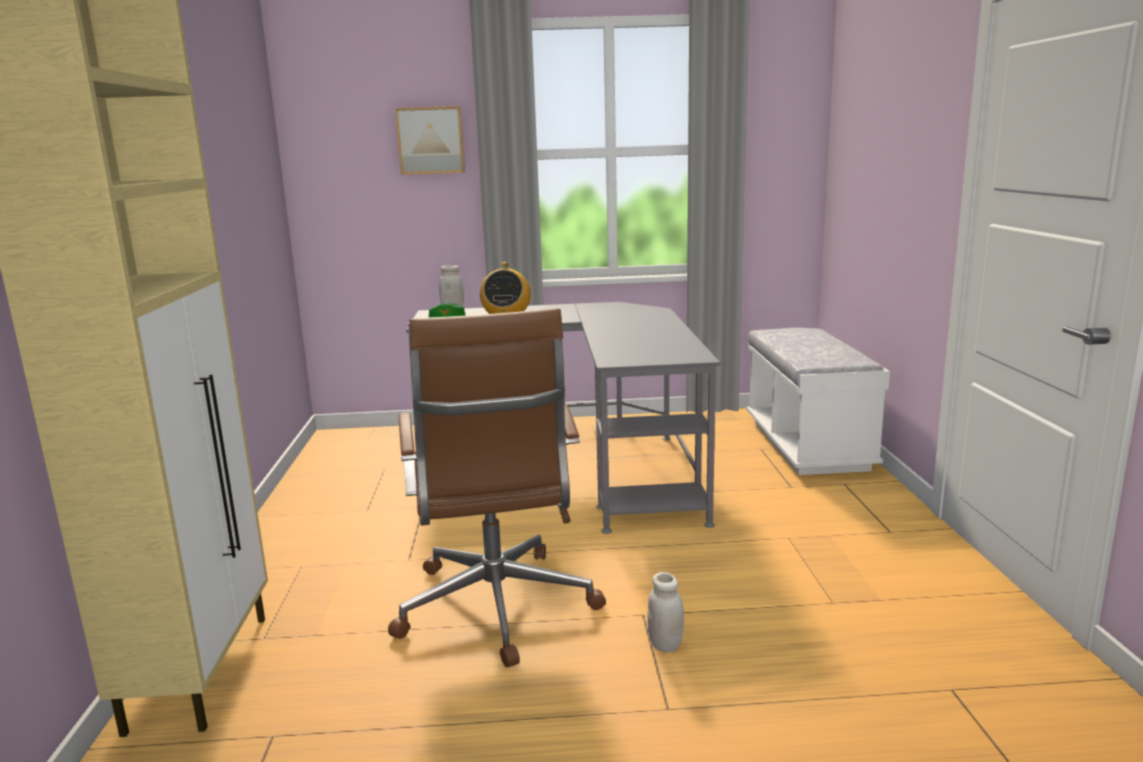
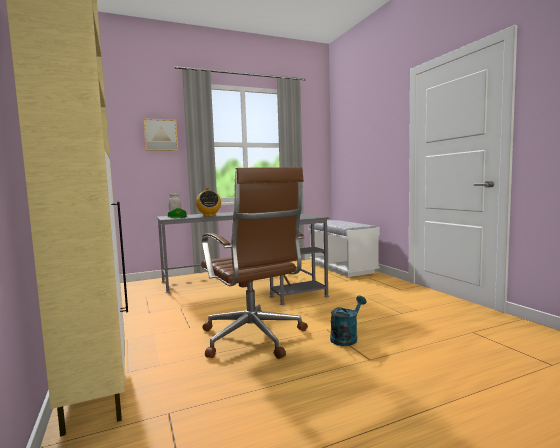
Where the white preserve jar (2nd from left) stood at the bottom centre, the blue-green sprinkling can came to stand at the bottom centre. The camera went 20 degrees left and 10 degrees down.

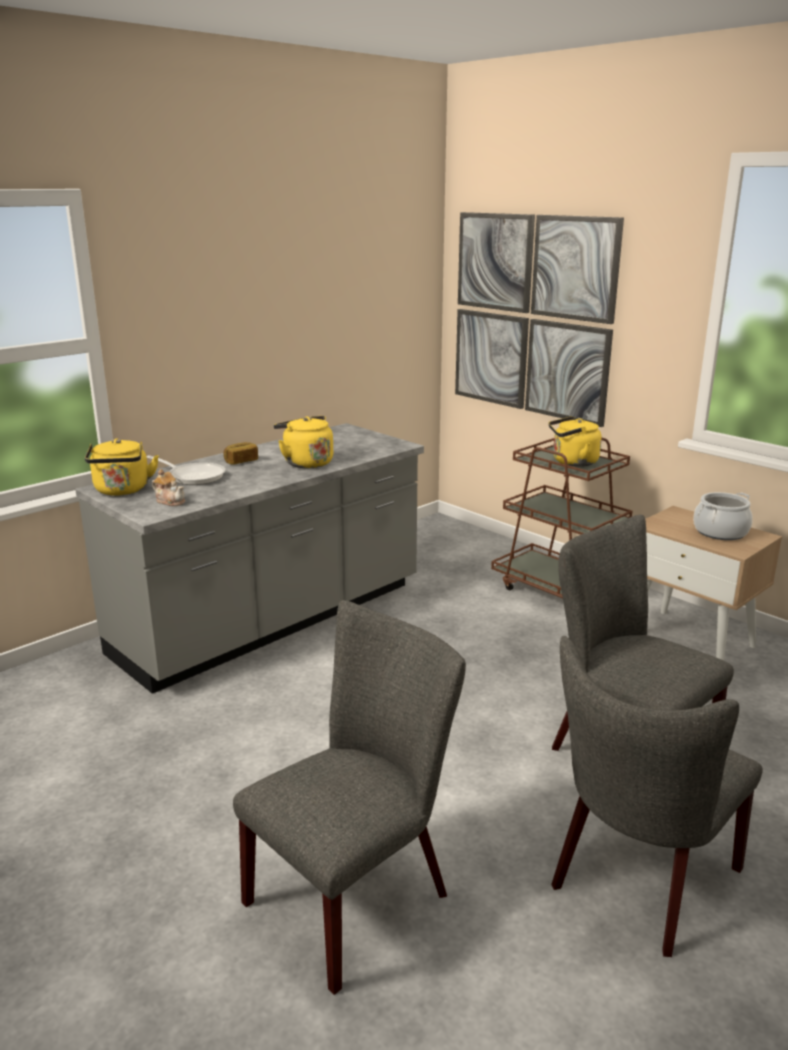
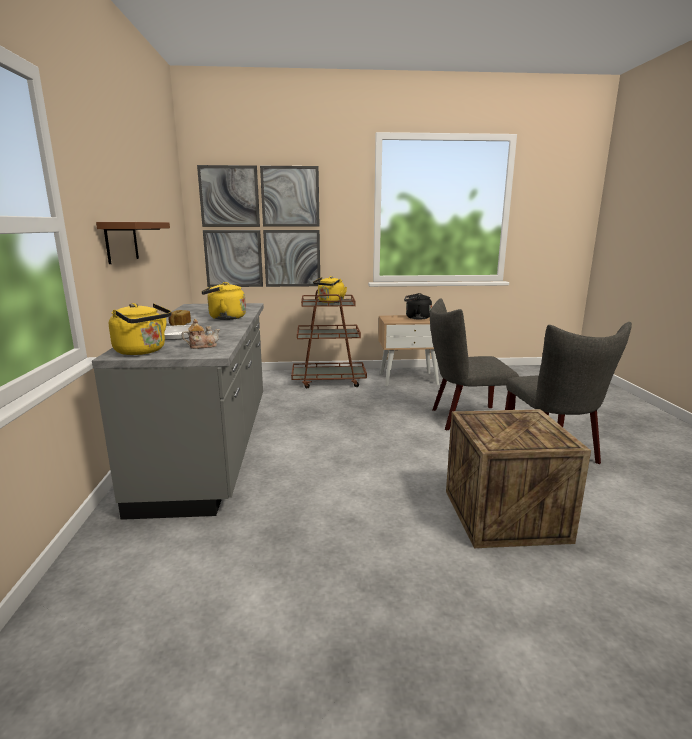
The second view gained the brown-coloured shelf at the top left. Where the greyish chair (1st from left) stood at the bottom centre, the packing crate came to stand at the middle right. Where the saucepot stood at the middle right, the blackish water kettle came to stand at the centre. The camera went 50 degrees left and 5 degrees down.

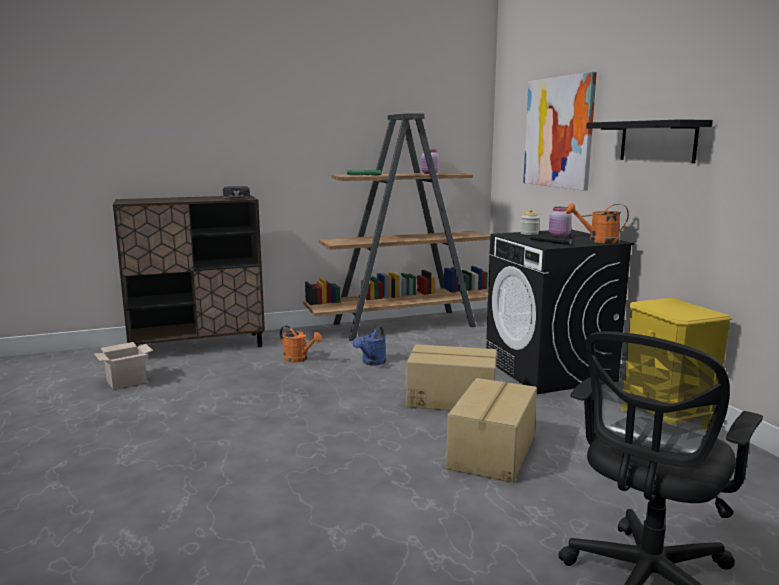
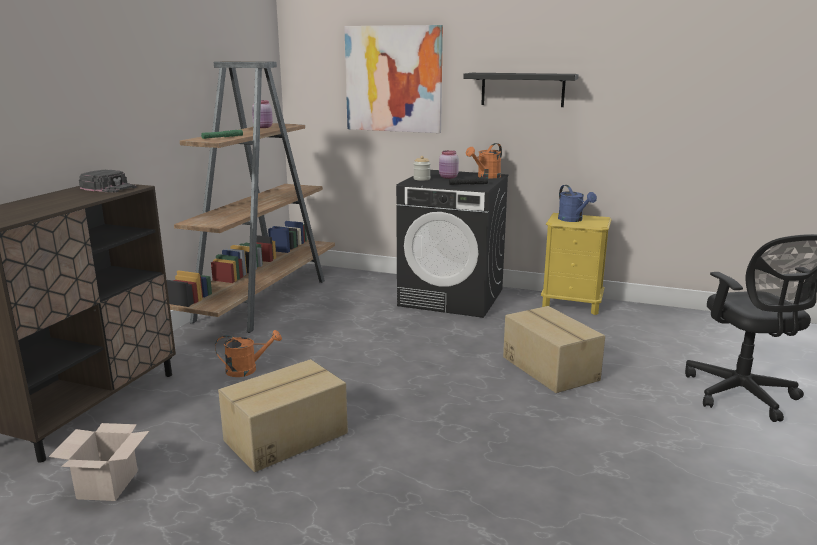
The blue sprinkling can ended up elsewhere, having gone from the centre to the middle right. The cardboard box (2nd from left) ended up elsewhere, having gone from the centre to the bottom centre. The camera went 50 degrees left and 5 degrees up.

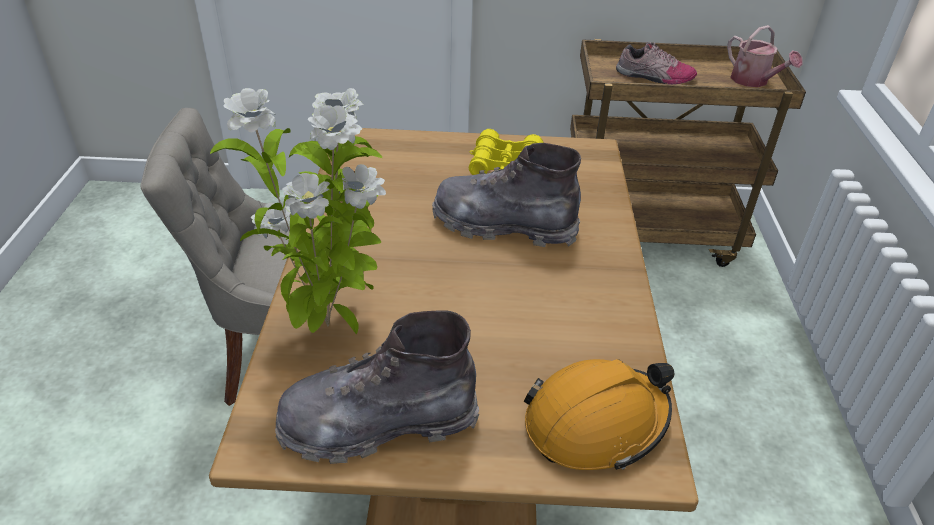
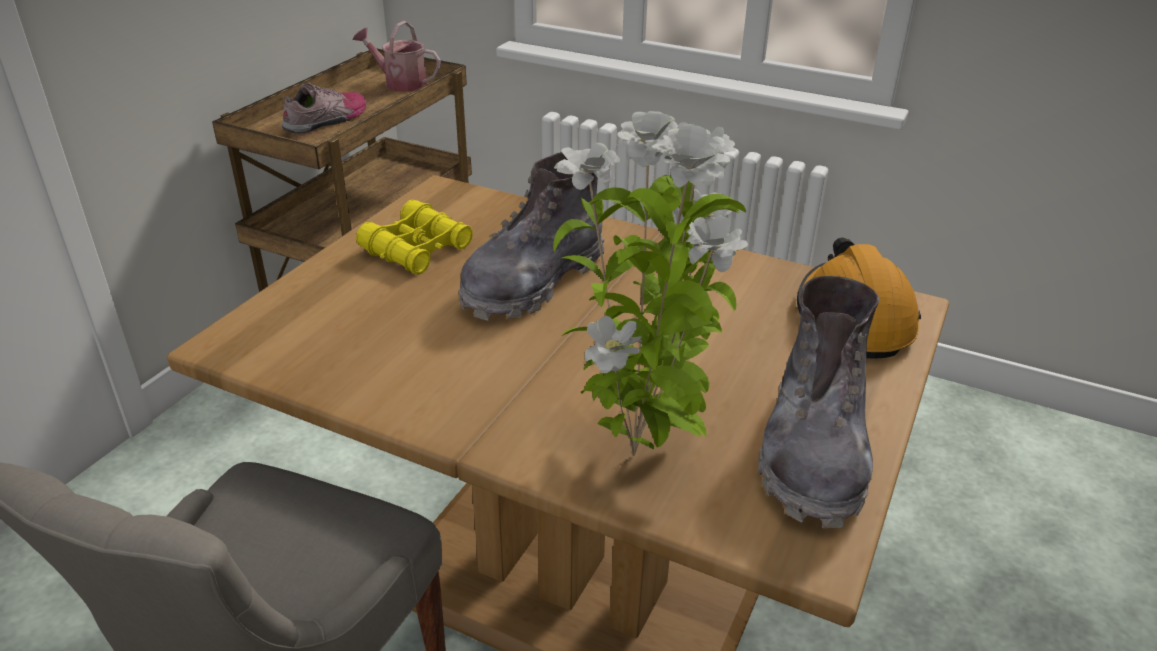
The sprinkling can at the top right ended up facing another way, 150 degrees counterclockwise from before. The camera went 65 degrees left and 5 degrees down.

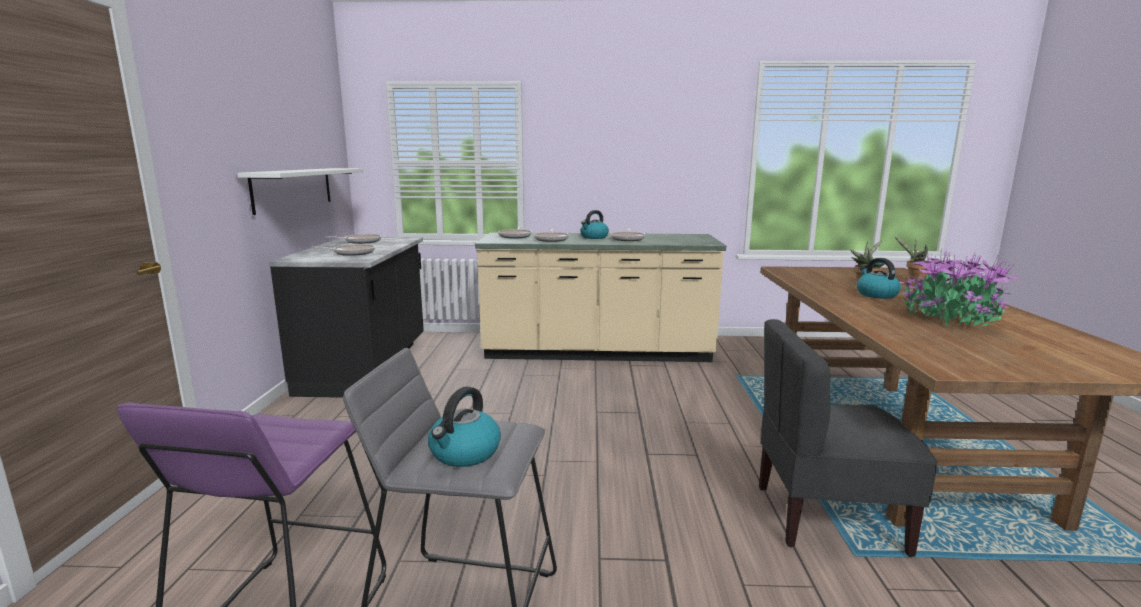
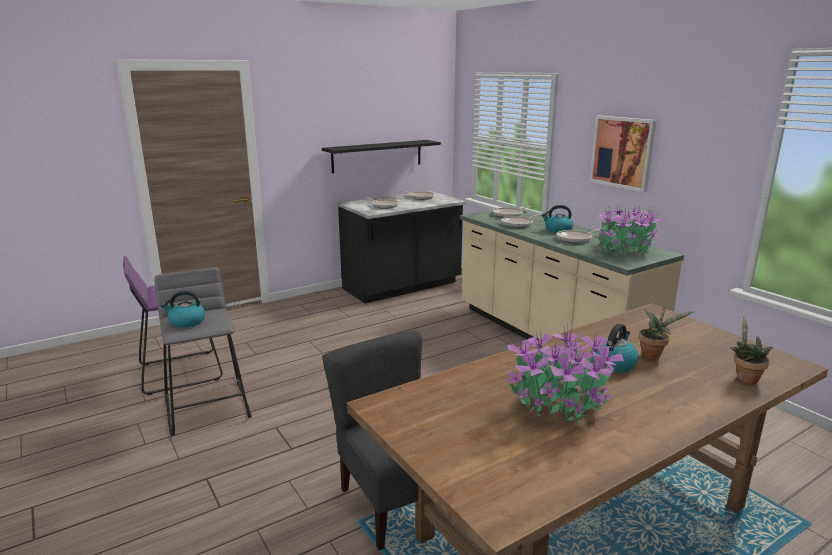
The second view gained the picture at the top right. The second view gained the plant in a pot (2nd from left) at the middle right. What was the white shelf at the top left turned into the blackish shelf at the top centre. The camera went 55 degrees right and 5 degrees up.

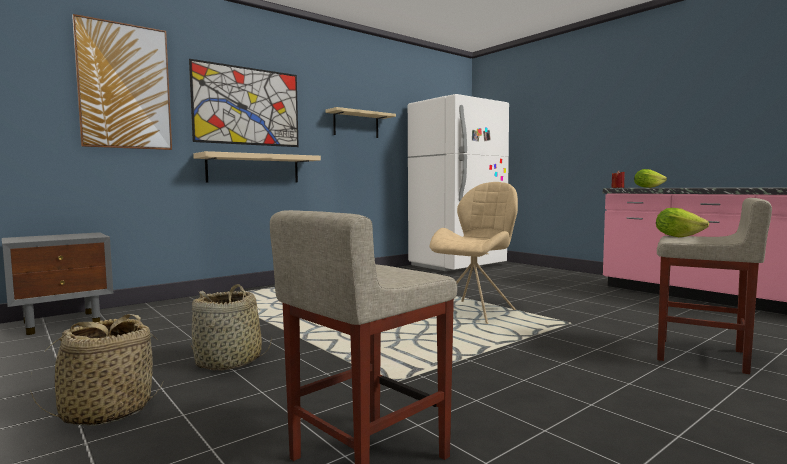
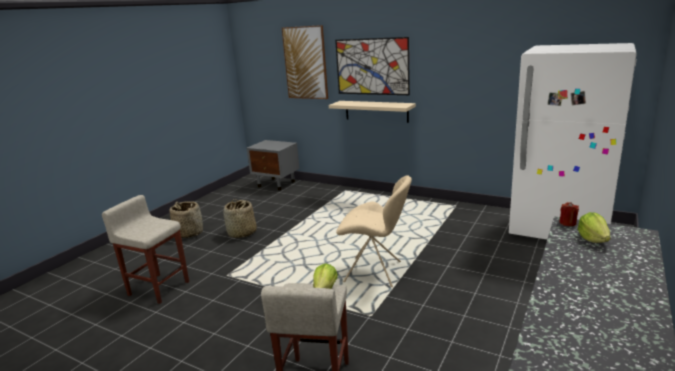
The second view lost the sand-coloured shelf (2nd from left) at the top centre. The camera went 70 degrees right and 15 degrees up.

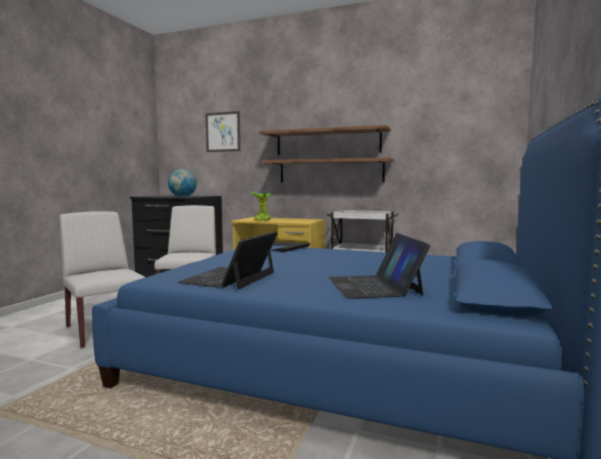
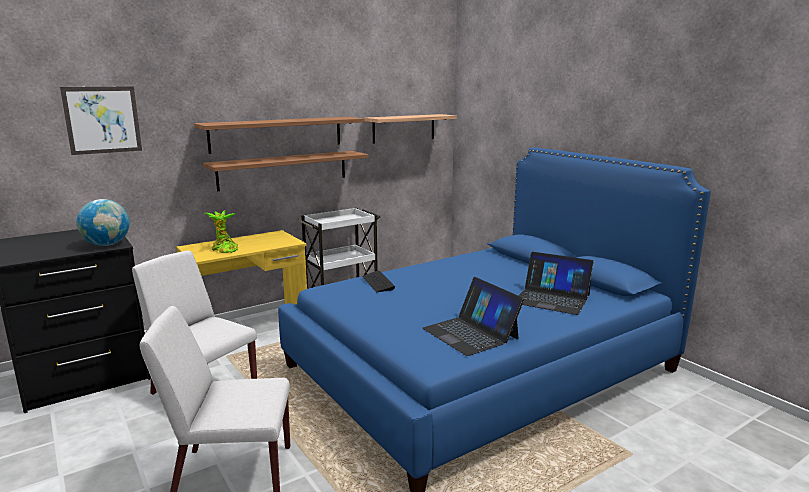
The second view gained the shelf (3rd from left) at the top centre. The camera went 55 degrees left and 10 degrees up.

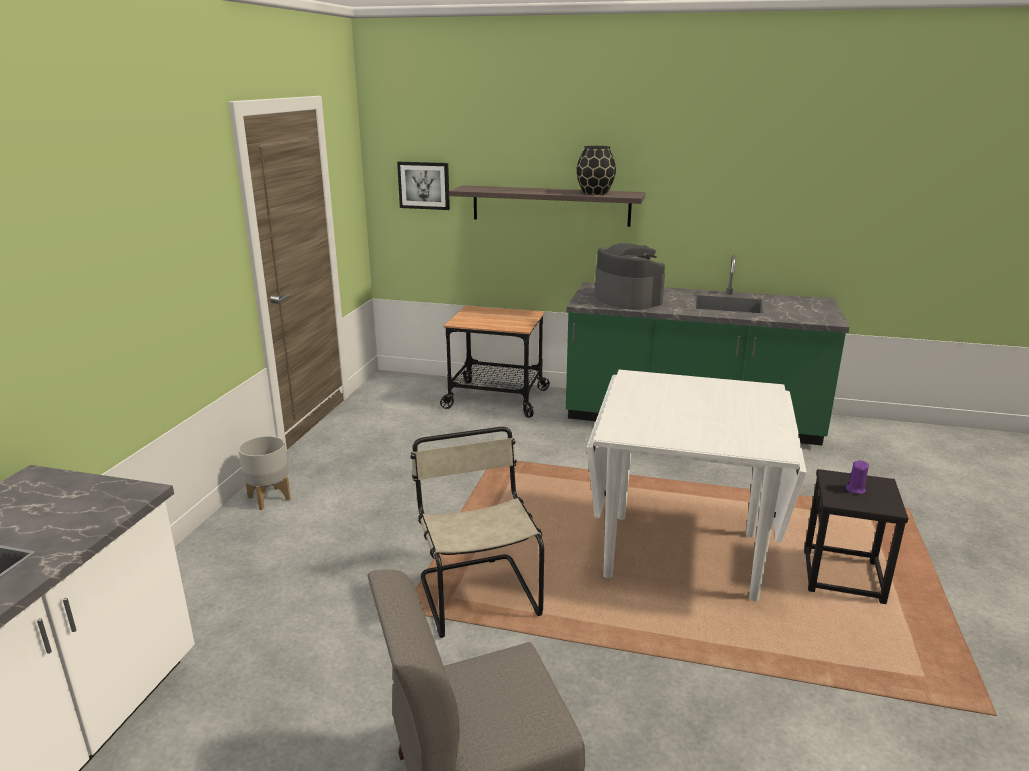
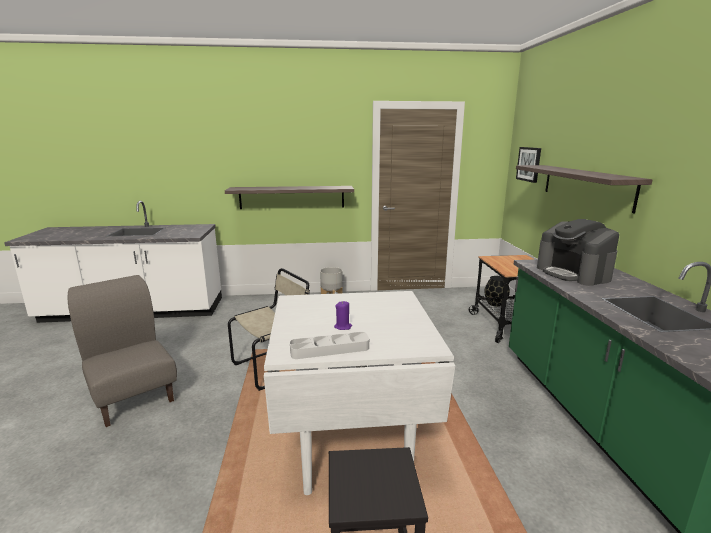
The second view gained the shelf (1st from left) at the centre. The second view gained the greyish tray at the centre. The blackish decorative vase ended up elsewhere, having gone from the top centre to the middle right. The purple-coloured wax candle ended up elsewhere, having gone from the middle right to the centre. The coffee machine at the centre ended up facing another way, 120 degrees clockwise from before. The camera went 70 degrees right and 5 degrees down.

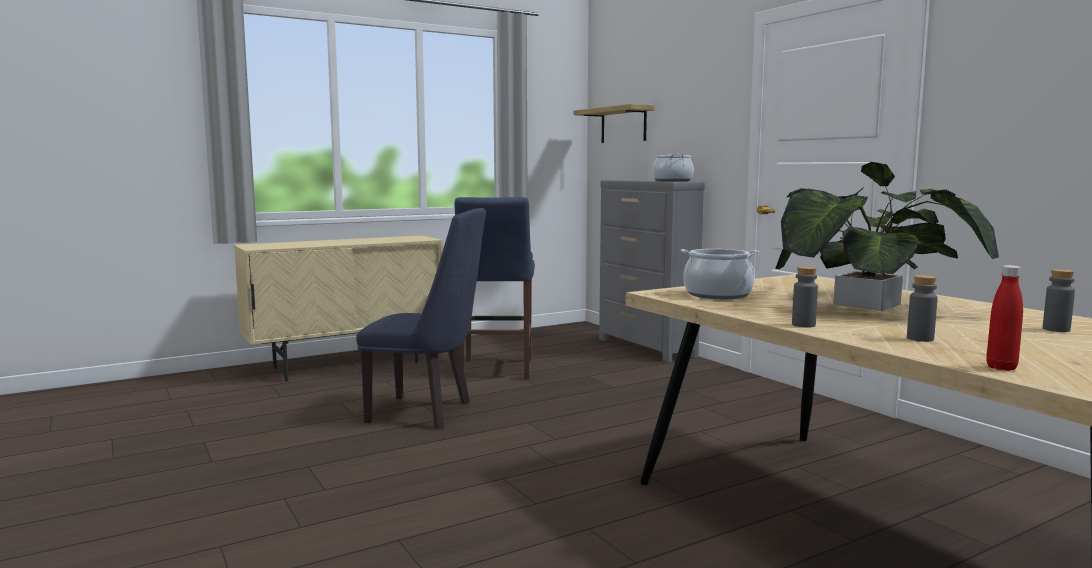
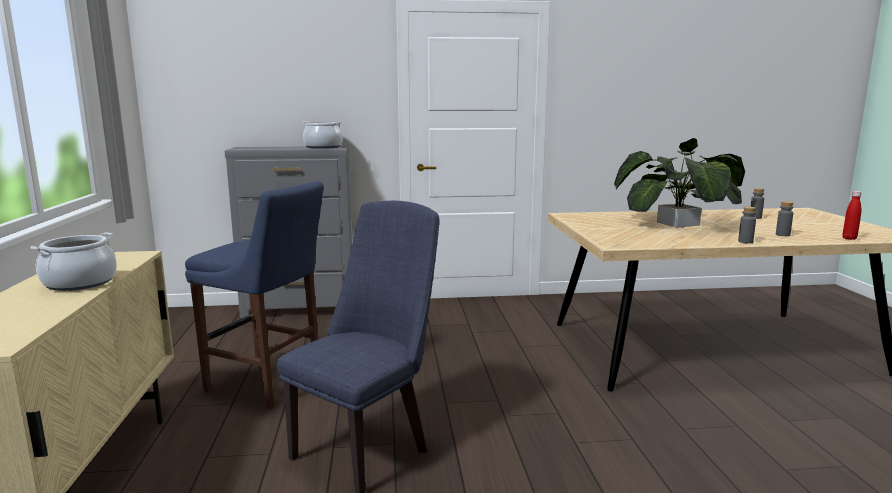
The second view lost the shelf at the top centre. The saucepot (2nd from left in the first image) ended up elsewhere, having gone from the centre to the middle left. The camera went 65 degrees left and 5 degrees up.

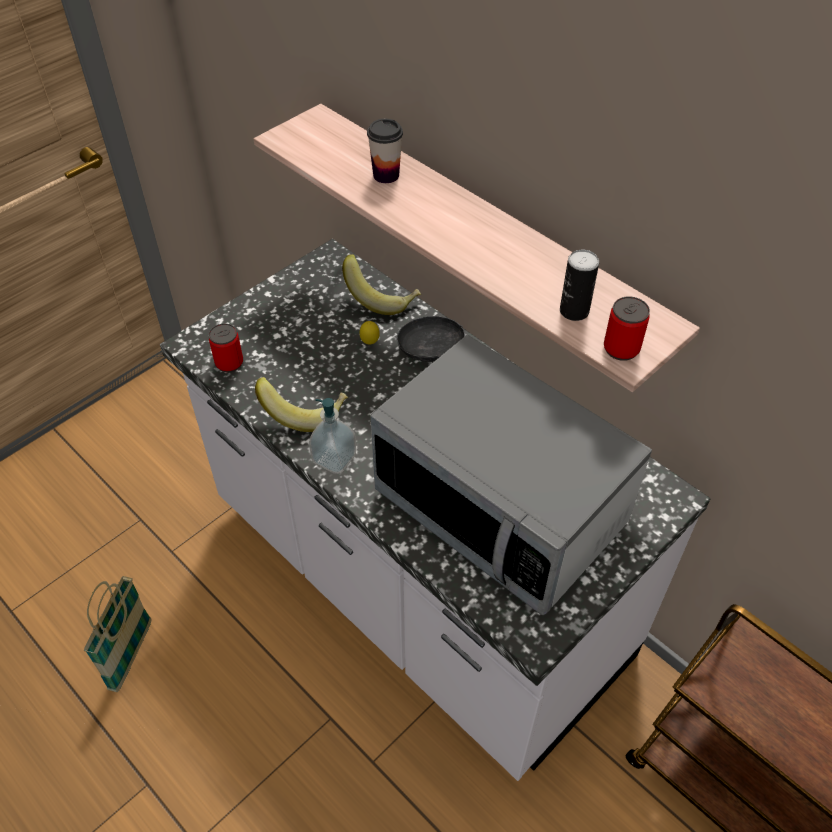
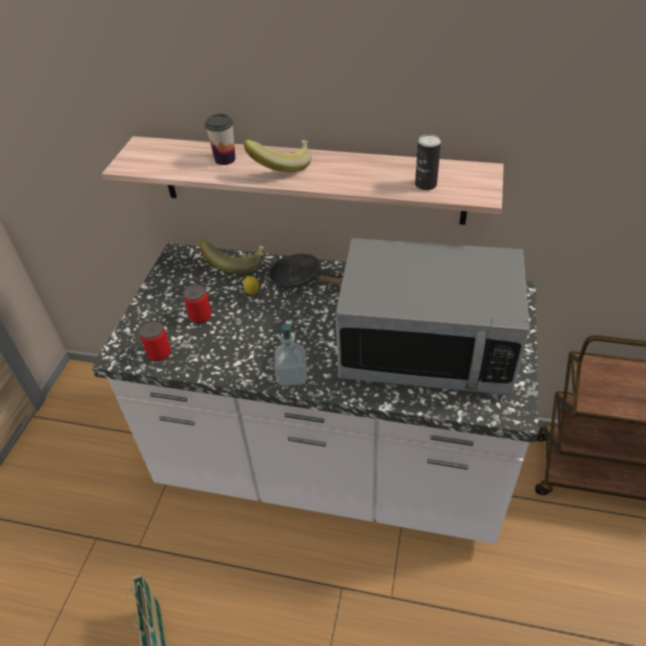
The banana (1st from left in the first image) ended up elsewhere, having gone from the centre to the top centre. The sealed can (3rd from left in the first image) ended up elsewhere, having gone from the middle right to the middle left. The camera went 30 degrees left and 5 degrees down.

